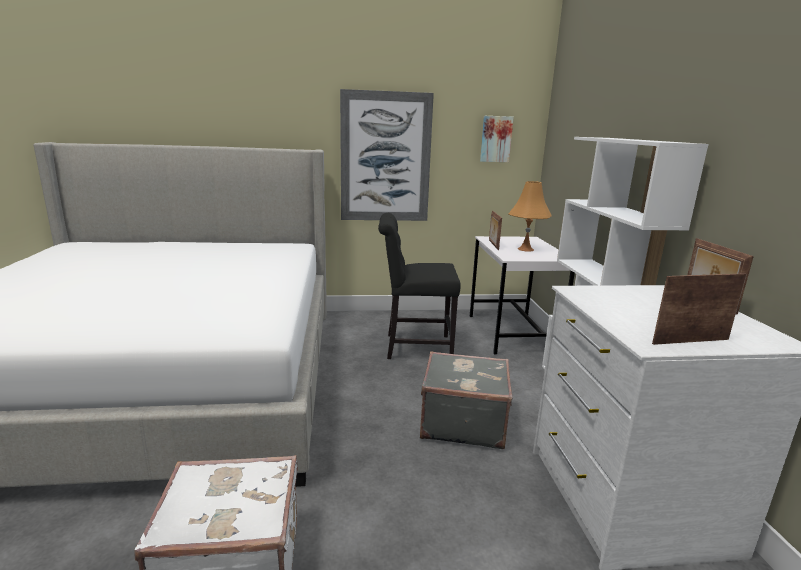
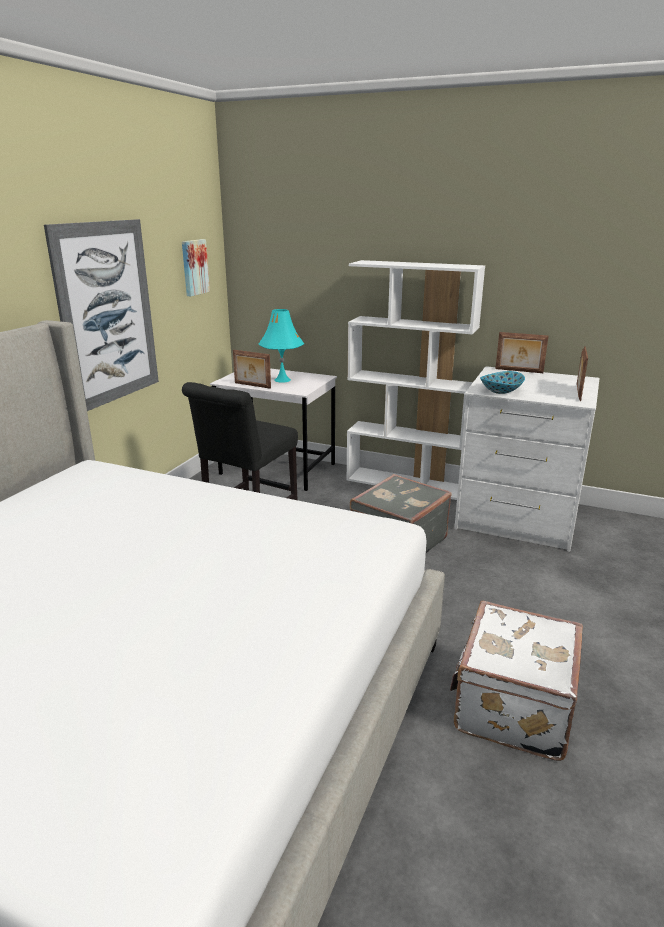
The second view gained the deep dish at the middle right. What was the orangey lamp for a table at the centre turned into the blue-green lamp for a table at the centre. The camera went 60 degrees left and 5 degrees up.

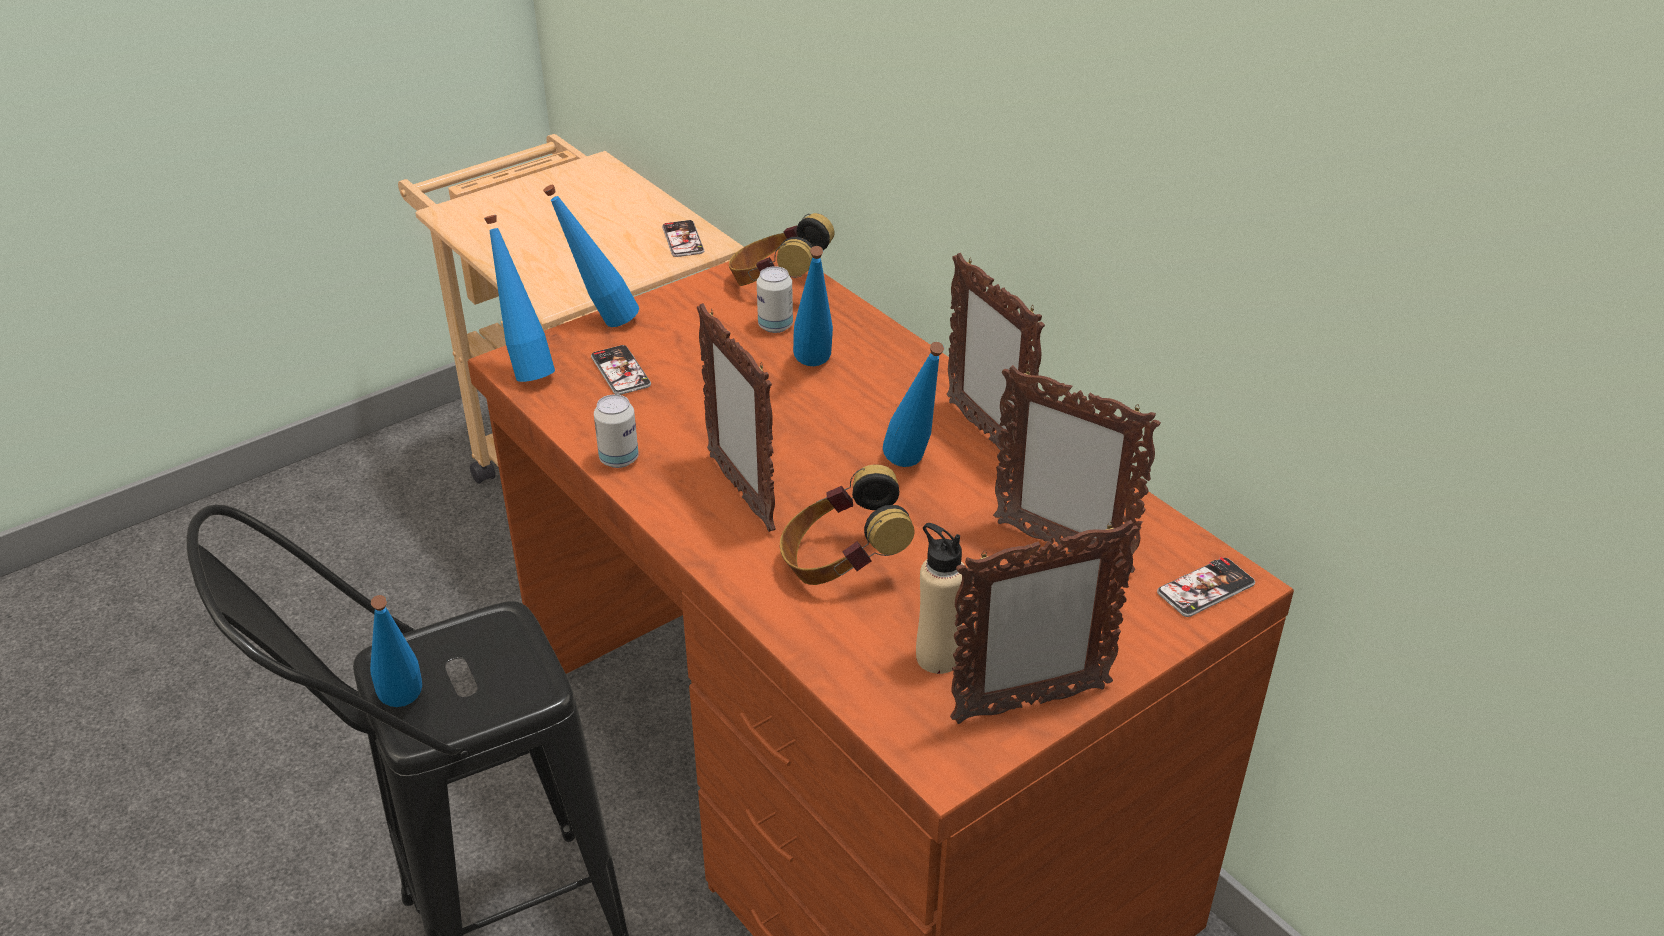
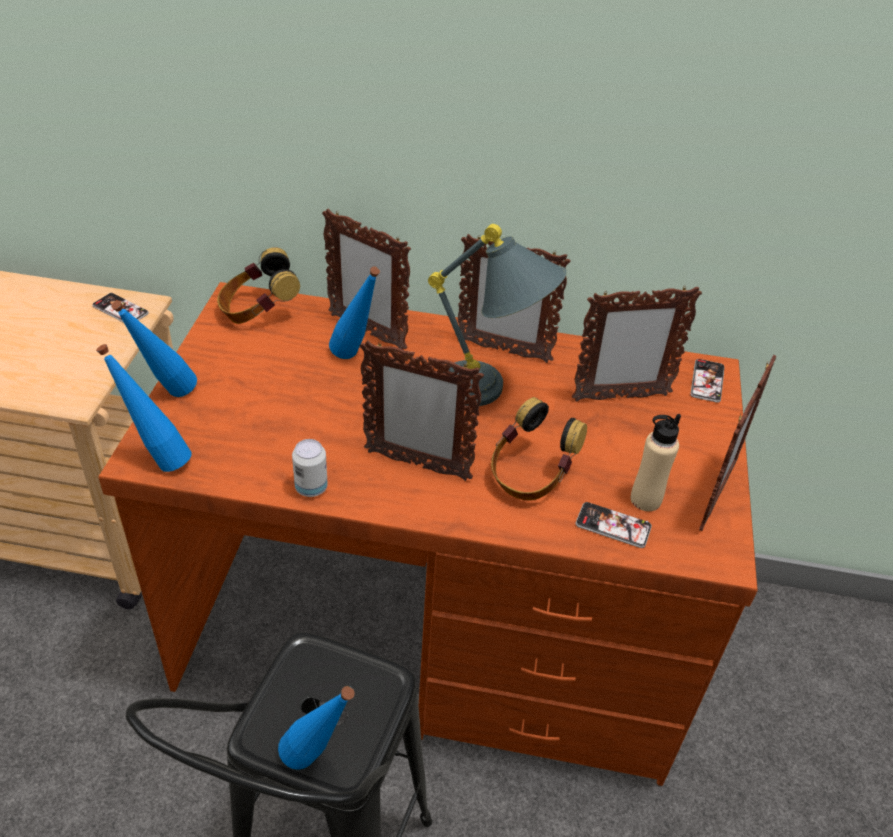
The second view lost the sealed can (2nd from left) at the top centre. The second view gained the picture frame (1st from left) at the centre. The phone (1st from left in the first image) ended up elsewhere, having gone from the centre to the middle right. Where the blue beverage bottle (5th from left) stood at the centre, the greyish lamp for a table came to stand at the centre. The camera went 45 degrees left and 5 degrees up.

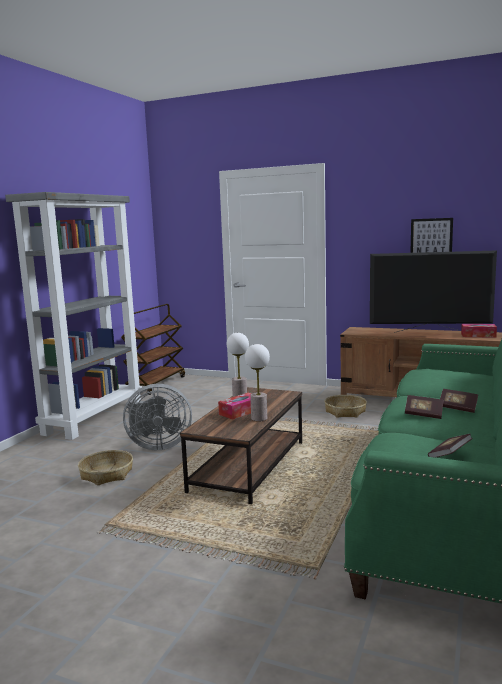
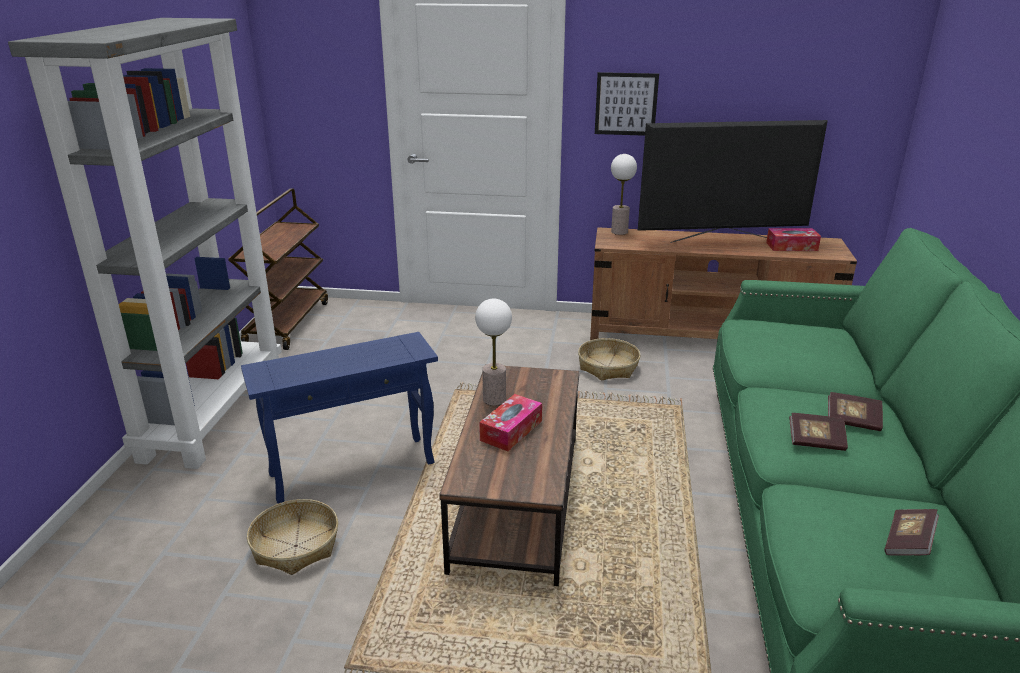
The lamp for a table (2nd from left) ended up elsewhere, having gone from the centre to the top centre. The picture ended up elsewhere, having gone from the middle right to the top centre. Where the greyish fan stood at the middle left, the blue accent table came to stand at the middle left. The camera went 15 degrees left and 15 degrees up.

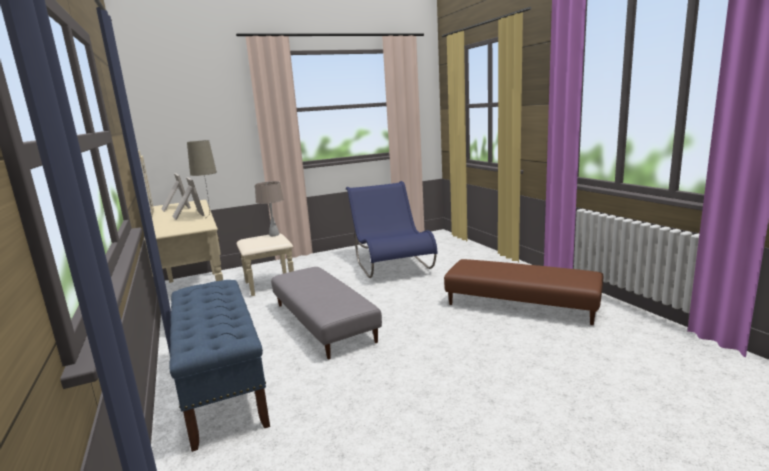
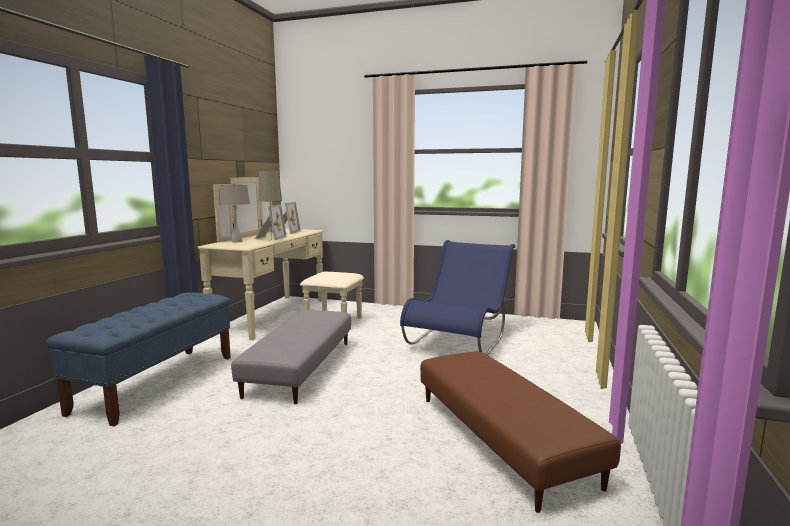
The sand-coloured lamp for a table (2nd from left in the first image) ended up elsewhere, having gone from the centre to the middle left. The camera went 40 degrees right and 5 degrees down.

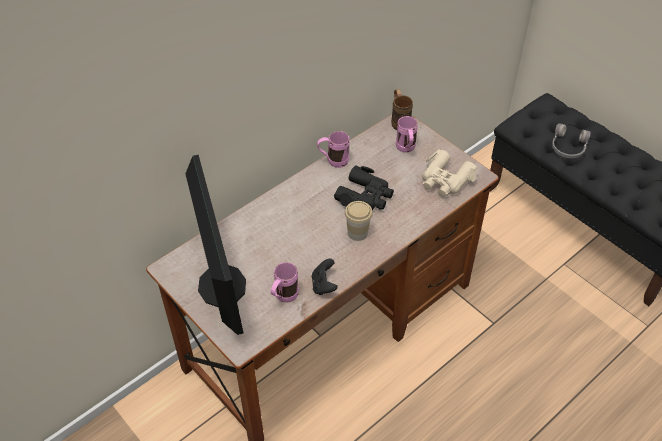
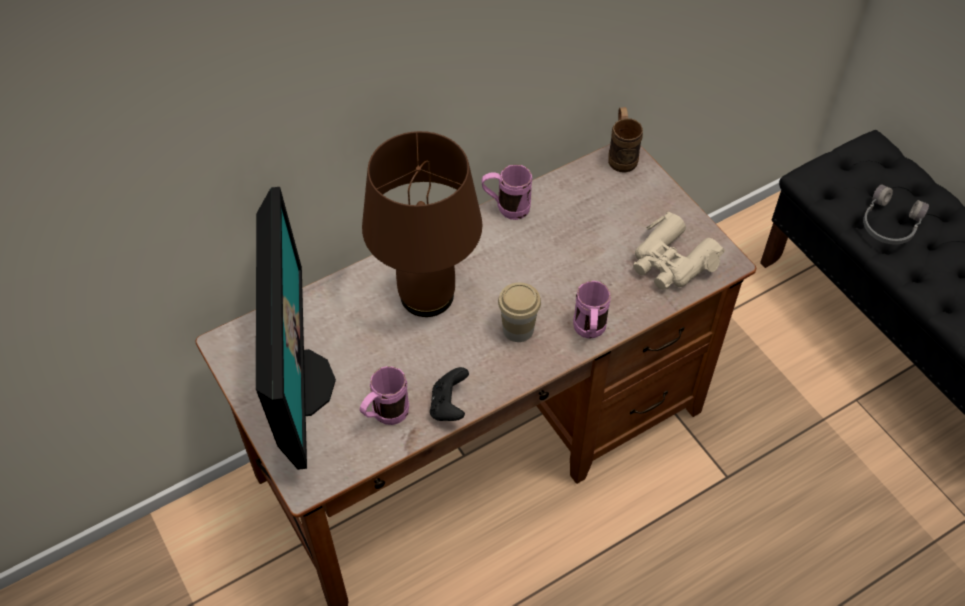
The second view lost the blackish binoculars at the centre. The second view gained the brown-coloured lamp for a table at the centre. The pink coffee mug (3rd from left) ended up elsewhere, having gone from the top centre to the centre. The camera went 10 degrees right and 5 degrees up.

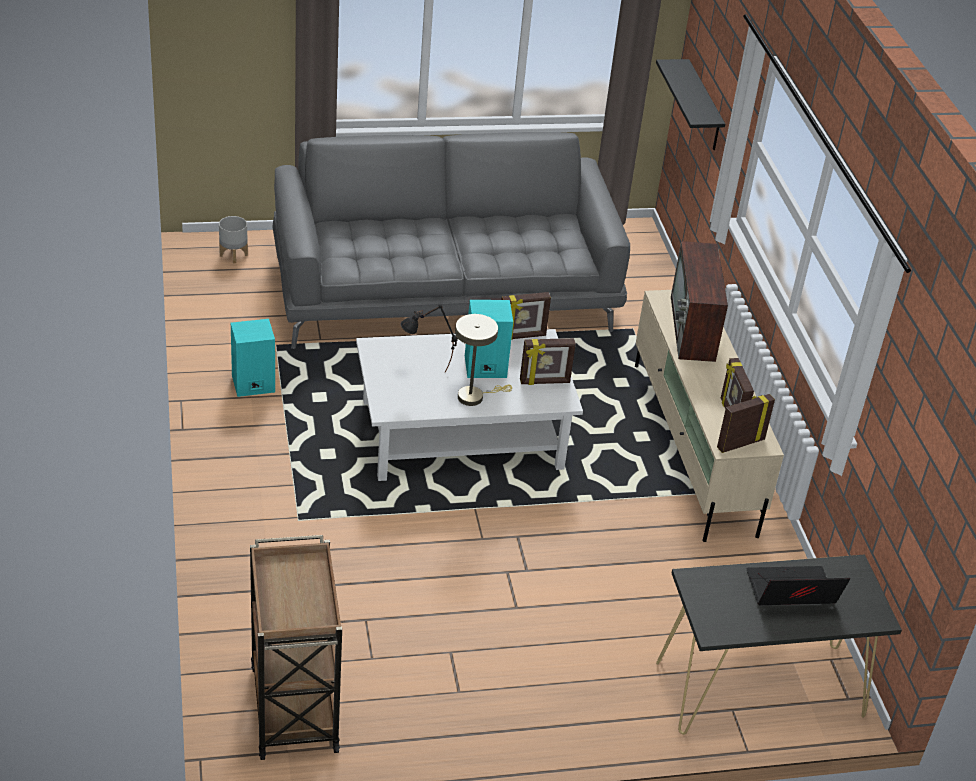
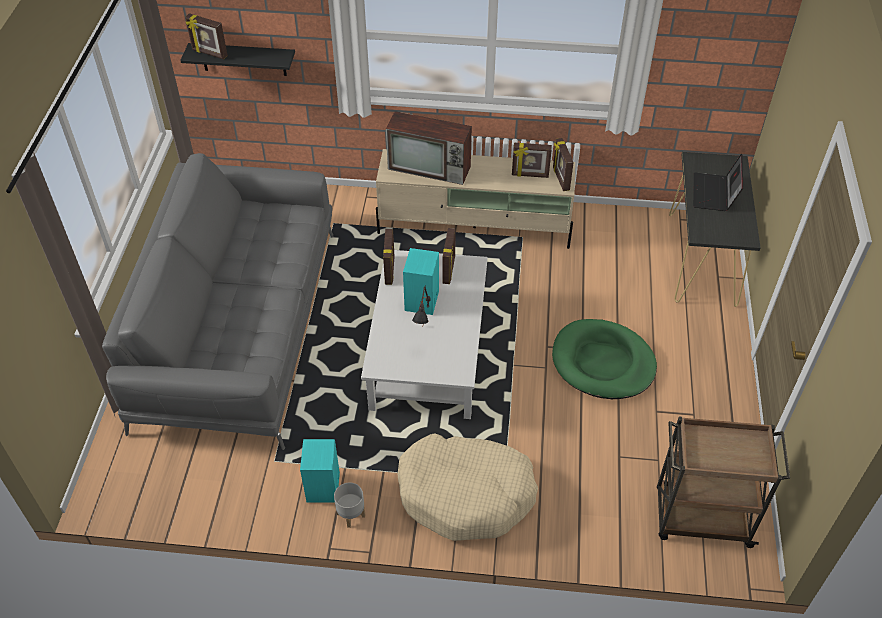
The second view lost the sand-coloured lamp for a table at the centre. The second view gained the picture frame (1st from left) at the top left. The second view gained the sand-coloured pet bed at the bottom centre. The second view gained the green pet bed at the middle right. The greyish planter ended up elsewhere, having gone from the top left to the bottom centre. The camera went 70 degrees left and 10 degrees up.

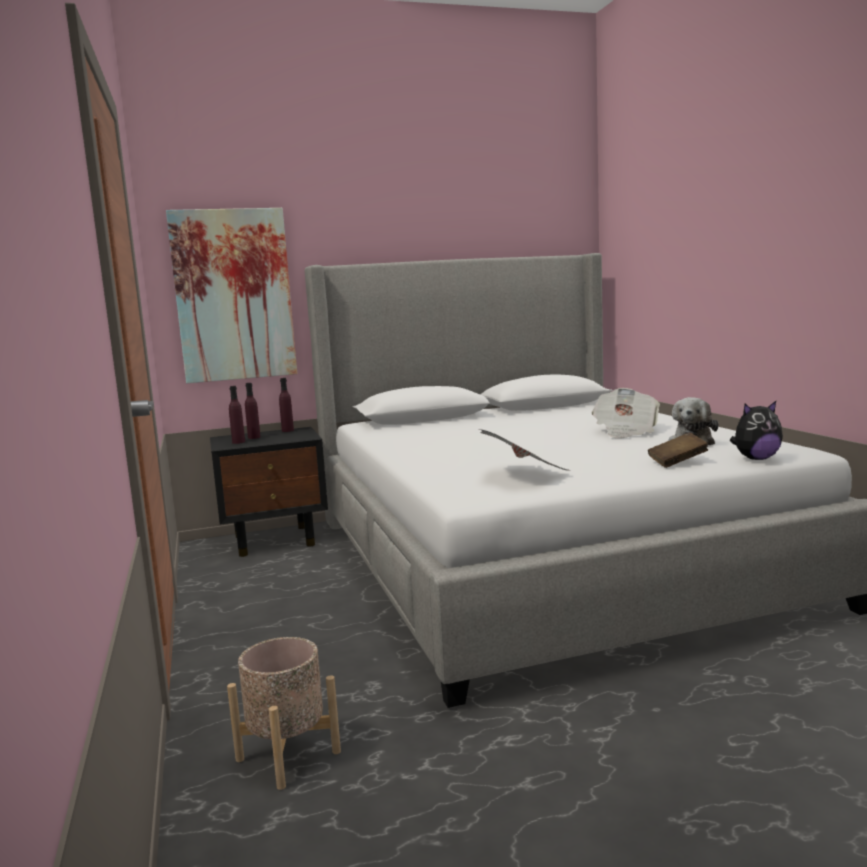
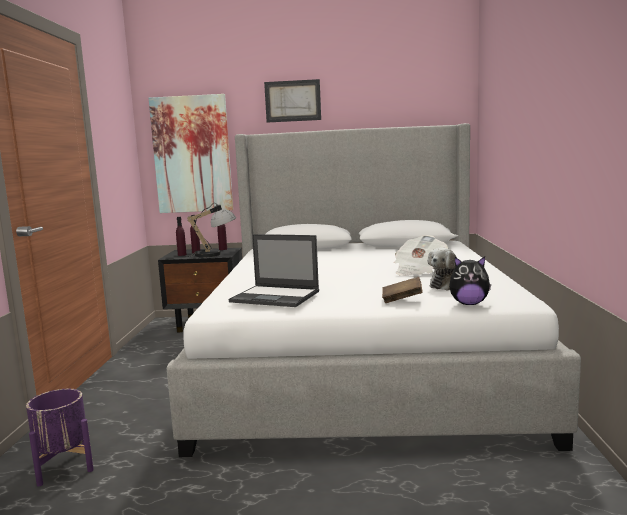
The second view gained the lamp for a table at the centre. The second view gained the picture (2nd from left) at the top centre. Where the newspaper (1st from left) stood at the centre, the portable computer came to stand at the centre. What was the sand-coloured planter at the bottom left turned into the purple-coloured planter at the bottom left. The camera went 20 degrees right and 0 degrees up.

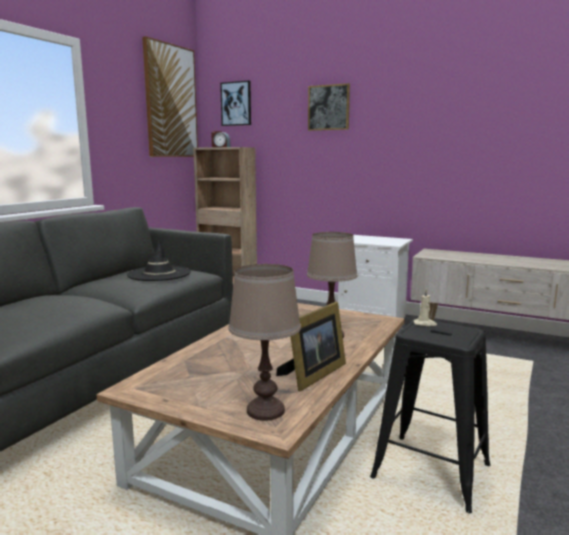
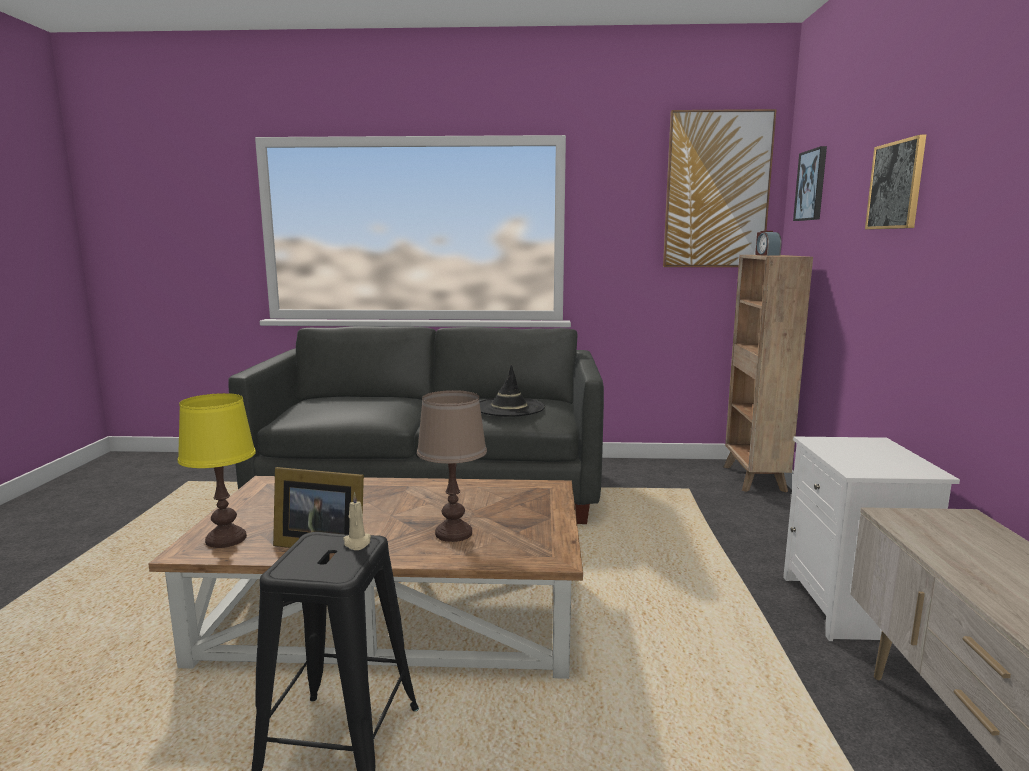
What was the brown-coloured lamp for a table (1st from left) at the centre turned into the yellow-coloured lamp for a table at the middle left. The camera went 65 degrees right and 0 degrees up.

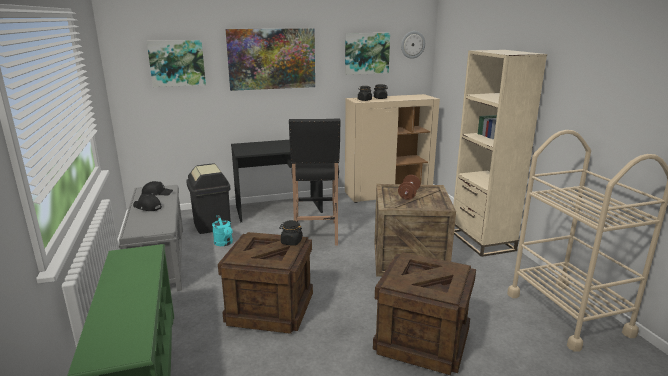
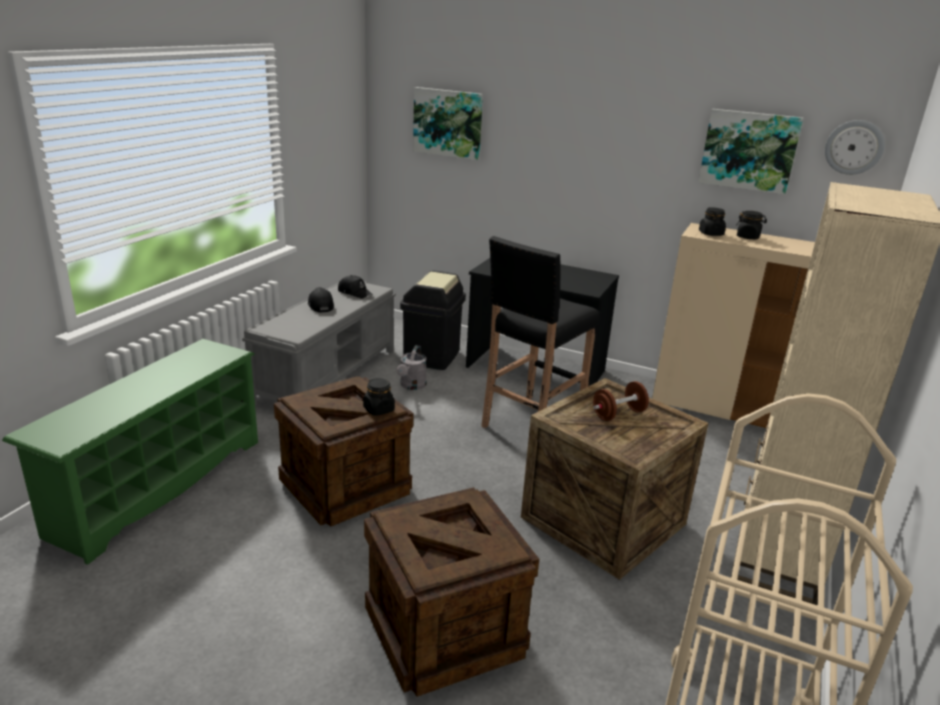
The second view lost the picture (2nd from left) at the top centre. What was the blue-green sprinkling can at the middle left turned into the greyish sprinkling can at the centre. The camera went 40 degrees right and 5 degrees up.

